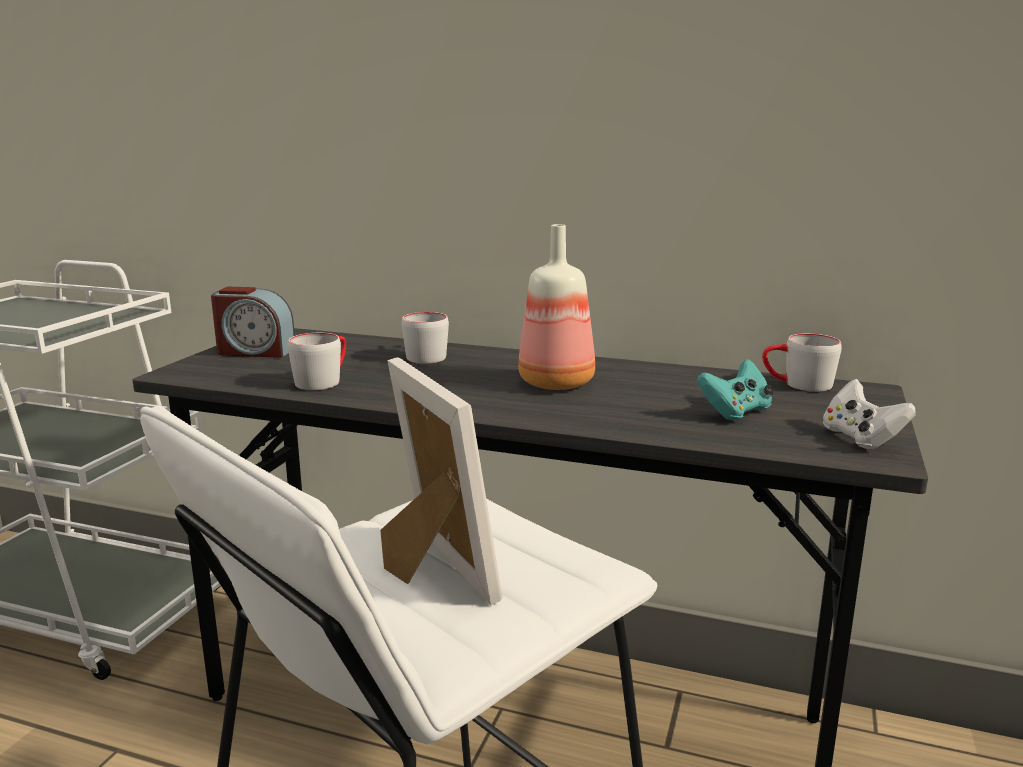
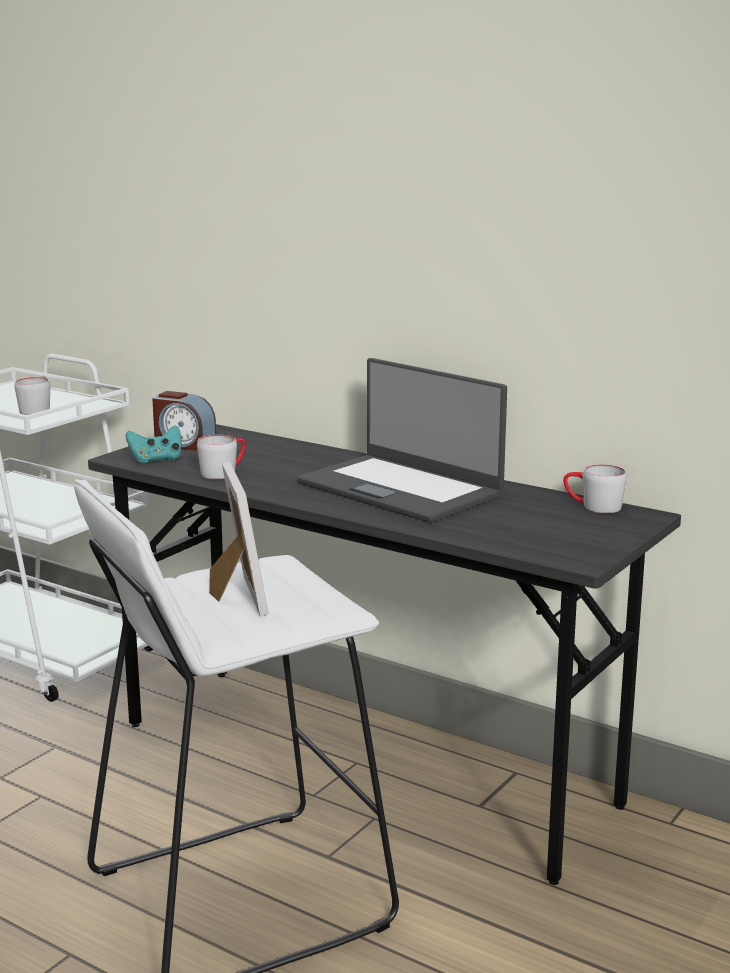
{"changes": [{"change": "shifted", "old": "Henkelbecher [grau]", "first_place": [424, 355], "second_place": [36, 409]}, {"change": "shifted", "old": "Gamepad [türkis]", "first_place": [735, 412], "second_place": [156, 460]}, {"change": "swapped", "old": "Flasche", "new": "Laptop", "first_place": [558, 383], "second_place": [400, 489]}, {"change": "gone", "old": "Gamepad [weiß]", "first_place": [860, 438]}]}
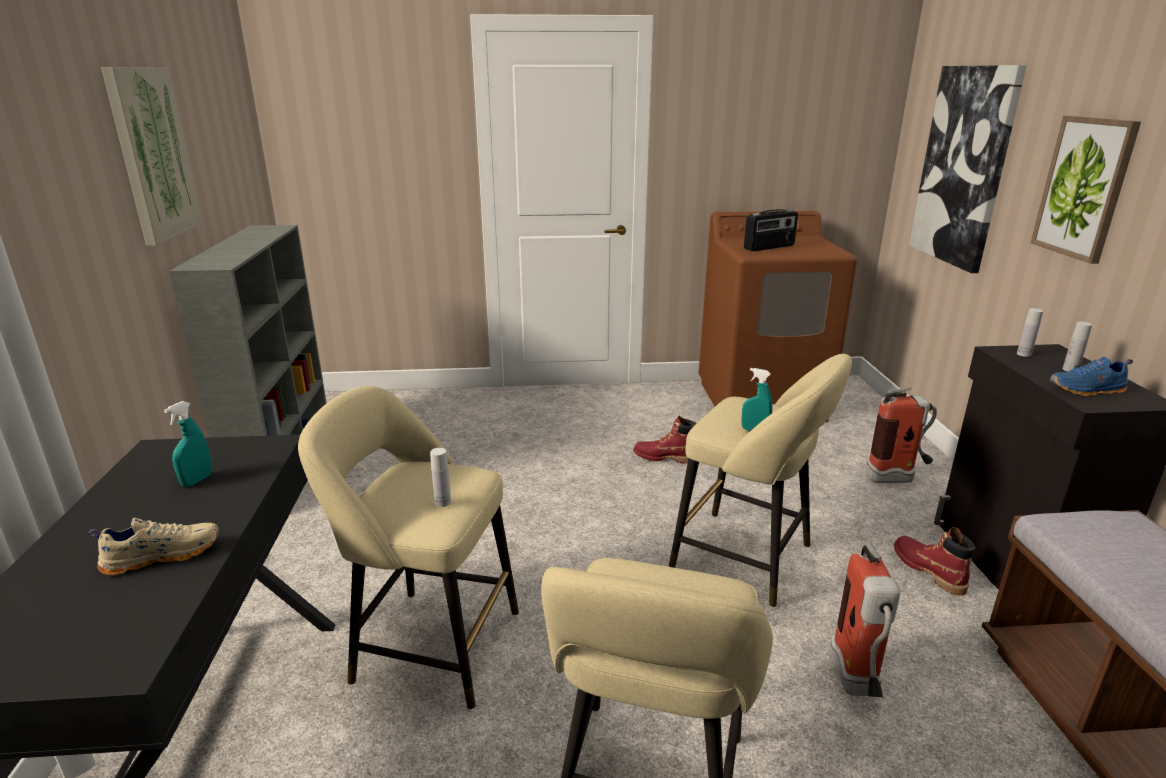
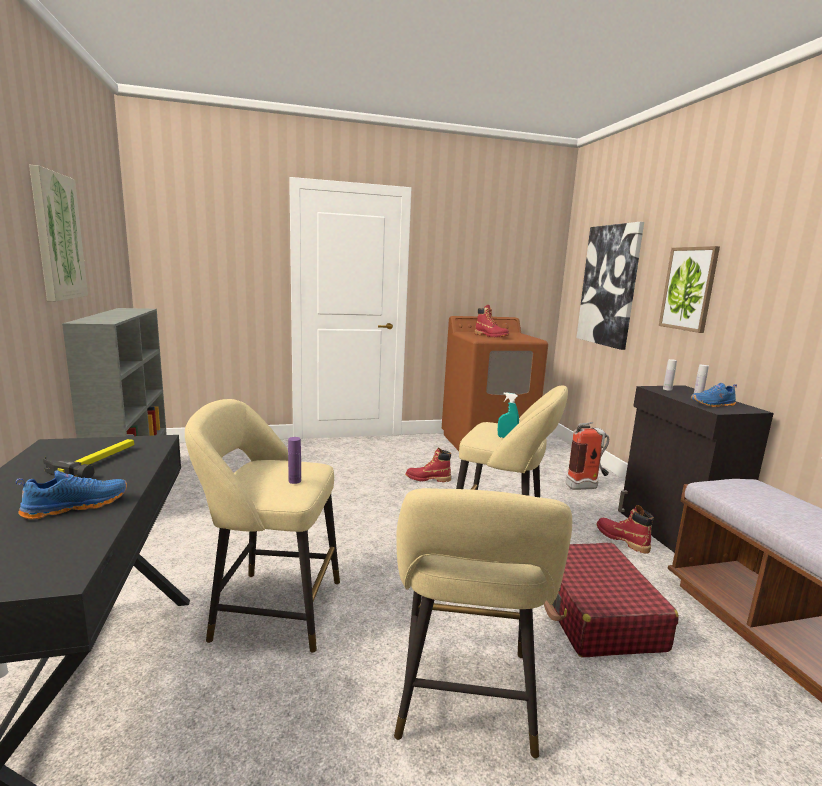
{"changes": [{"change": "repainted", "old": "Schuh [beige]", "new": "Schuh [blau]", "first_place": [163, 555], "second_place": [76, 506]}, {"change": "swapped", "old": "Sprühflasche [türkis]", "new": "Hammer", "first_place": [197, 480], "second_place": [96, 461]}, {"change": "repainted", "old": "Flasche [weiß]", "new": "Flasche [lila]", "first_place": [443, 502], "second_place": [294, 481]}, {"change": "swapped", "old": "Radio", "new": "Stiefel [rot]", "first_place": [769, 247], "second_place": [491, 336]}, {"change": "swapped", "old": "Feuerlöscher", "new": "Koffer [rot]", "first_place": [856, 685], "second_place": [595, 613]}]}
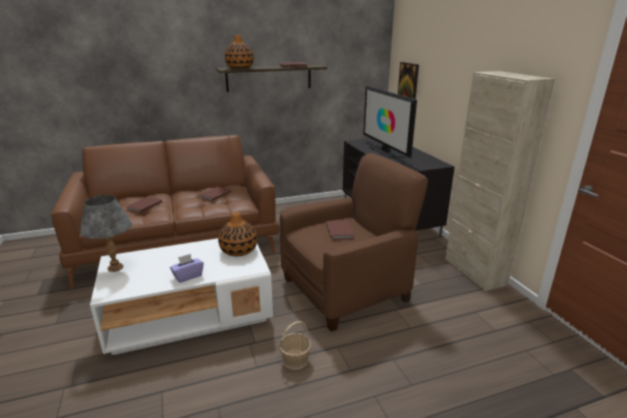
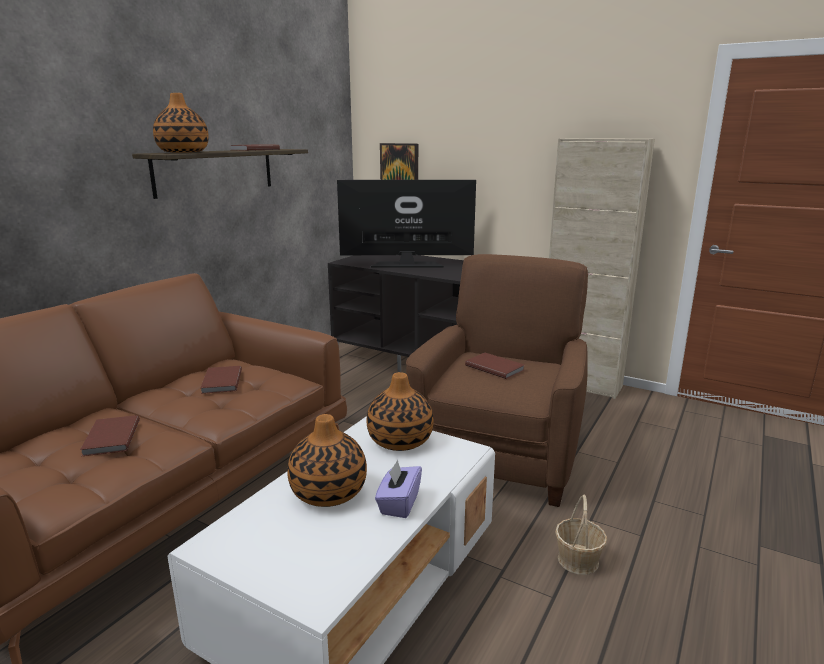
{"changes": [{"change": "new", "new": "Vase", "second_place": [328, 492]}, {"change": "rotated", "old": "Fernseher", "first_place": [385, 151], "second_place": [406, 264], "degrees": 150}, {"change": "gone", "old": "Tischlampe [grau]", "first_place": [115, 268]}]}
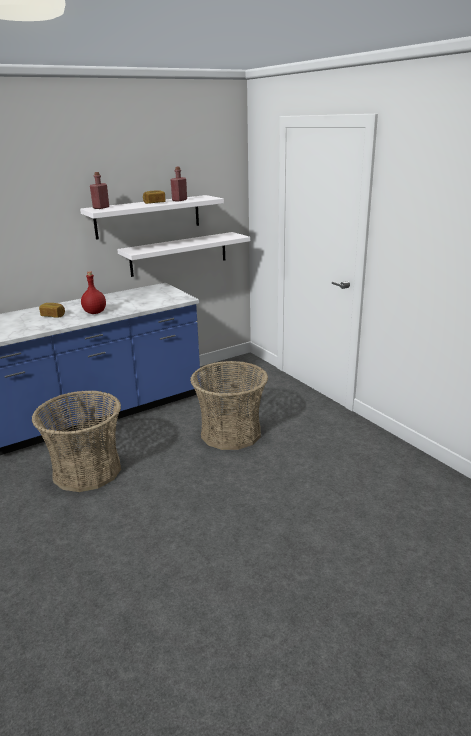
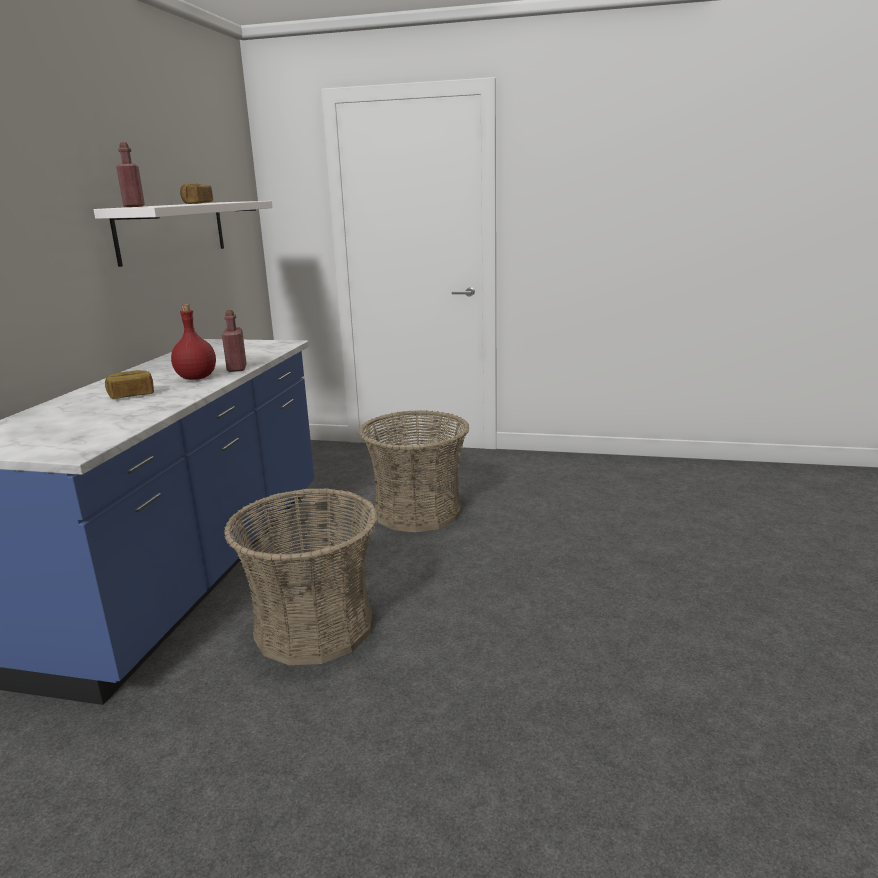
{"changes": [{"change": "shifted", "old": "Flasche [rot]", "first_place": [179, 200], "second_place": [237, 368]}, {"change": "gone", "old": "Wandregal [weiß]", "first_place": [179, 254]}]}
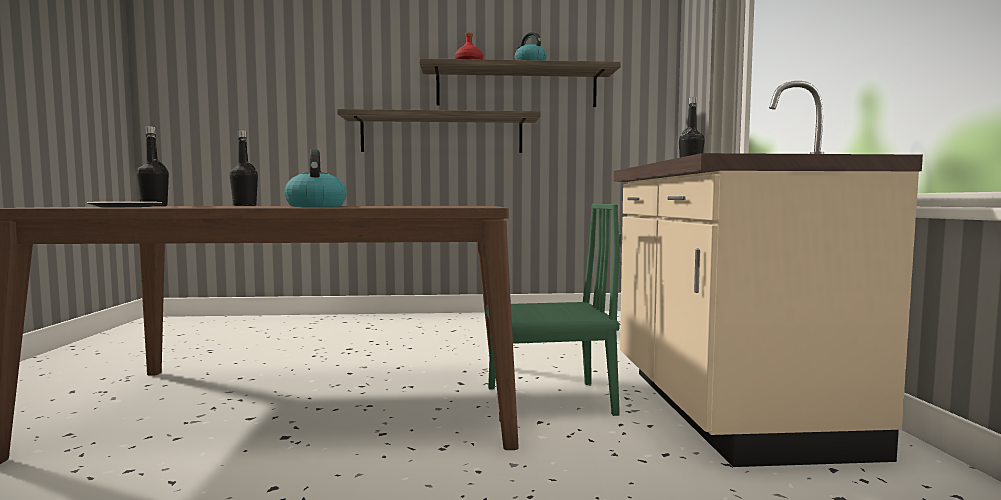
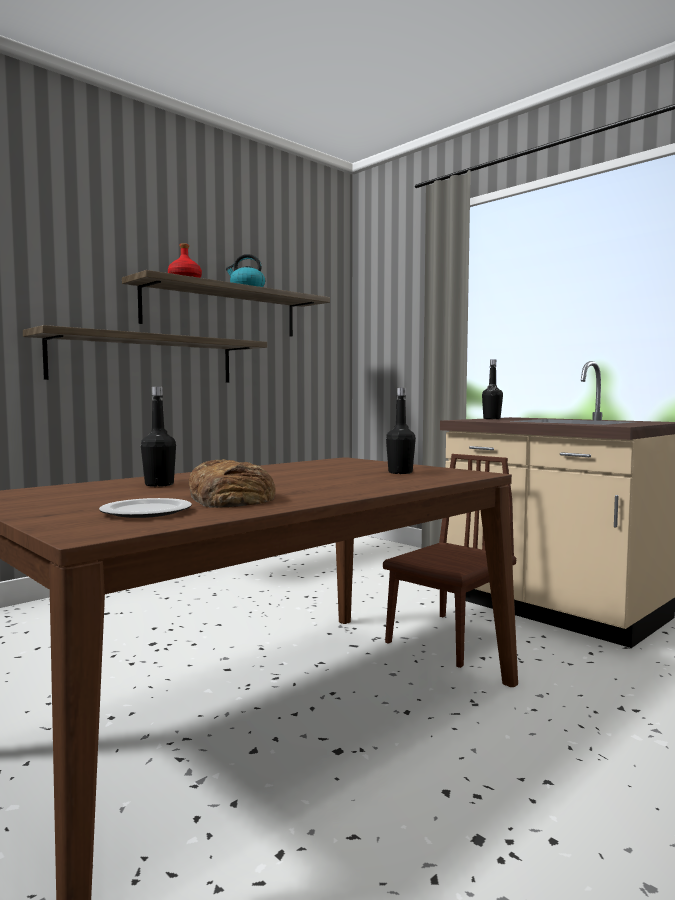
{"changes": [{"change": "new", "new": "Brot", "second_place": [229, 498]}, {"change": "repainted", "old": "Stuhl [grün]", "new": "Stuhl [braun]", "first_place": [549, 401], "second_place": [450, 639]}, {"change": "shifted", "old": "Flasche [schwarz]", "first_place": [154, 206], "second_place": [400, 472]}, {"change": "gone", "old": "Wasserkessel", "first_place": [316, 206]}]}
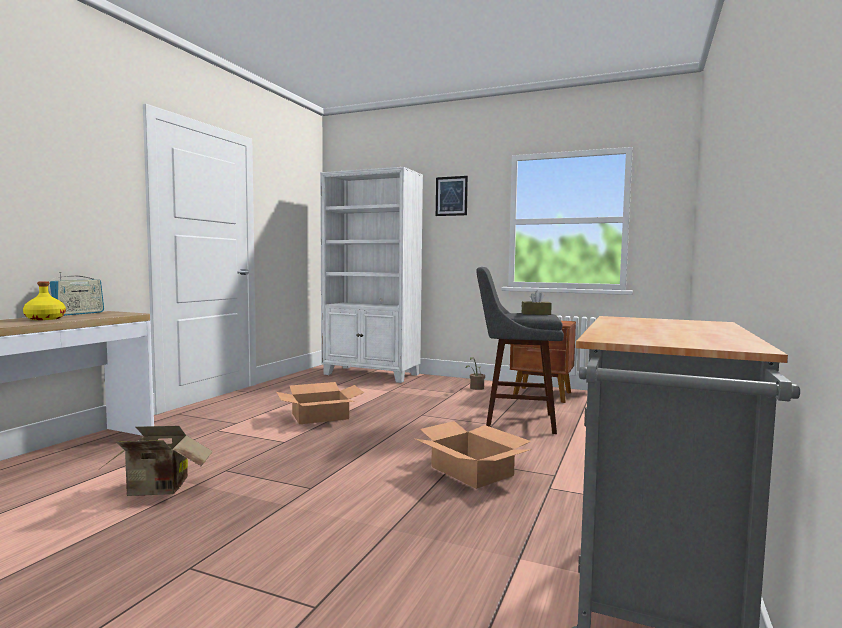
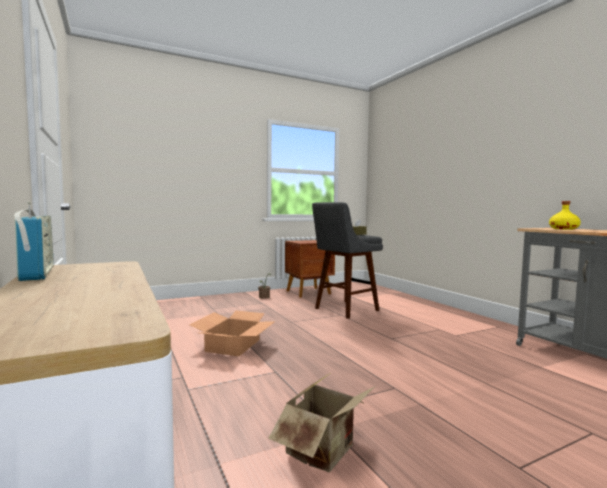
{"changes": [{"change": "shifted", "old": "Flasche [gelb]", "first_place": [44, 319], "second_place": [564, 229]}, {"change": "gone", "old": "Bücherregal [weiß]", "first_place": [371, 374]}, {"change": "gone", "old": "Karton", "first_place": [472, 471]}, {"change": "gone", "old": "Bild", "first_place": [451, 196]}]}
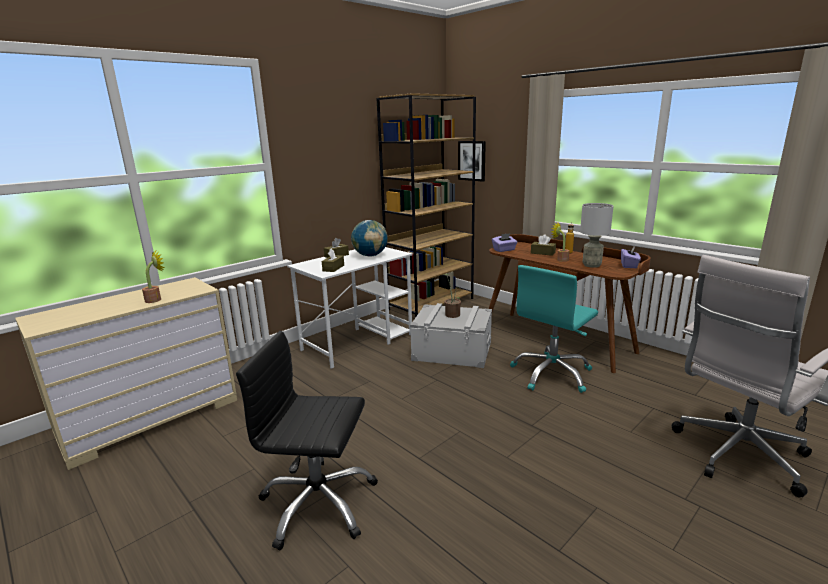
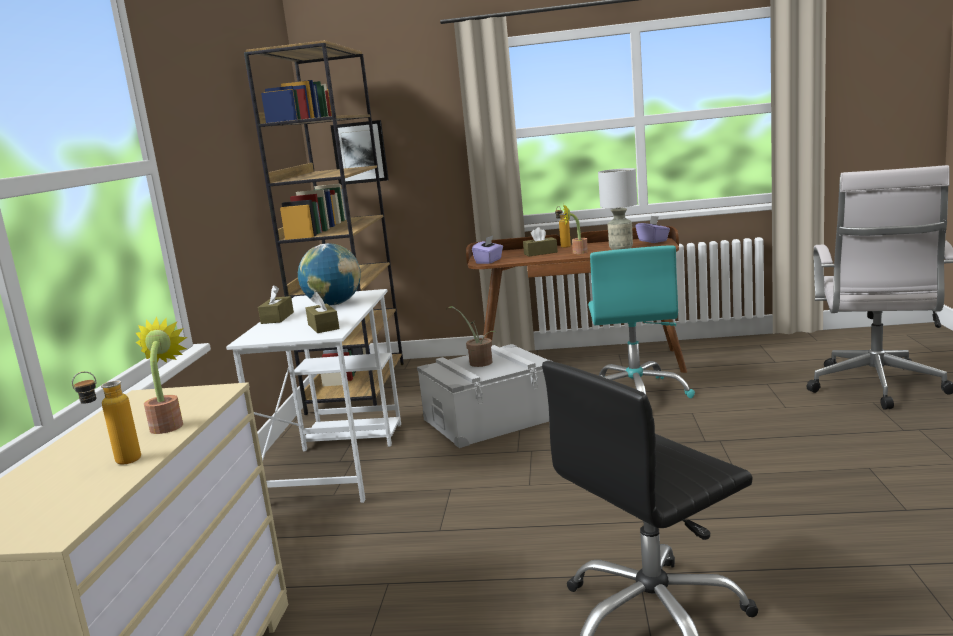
{"changes": [{"change": "new", "new": "Flasche", "second_place": [117, 463]}]}
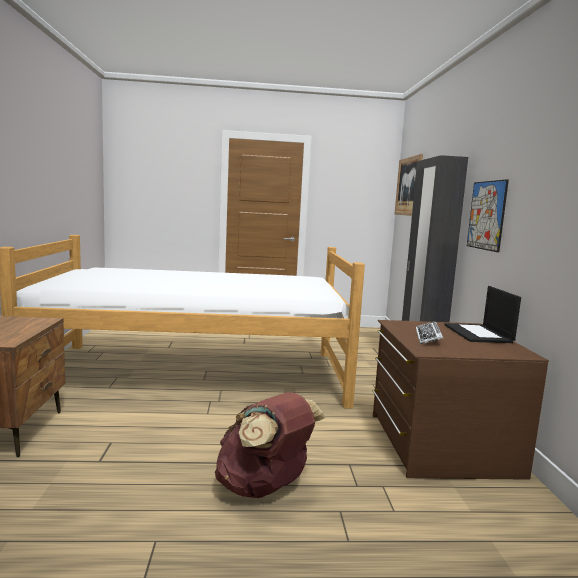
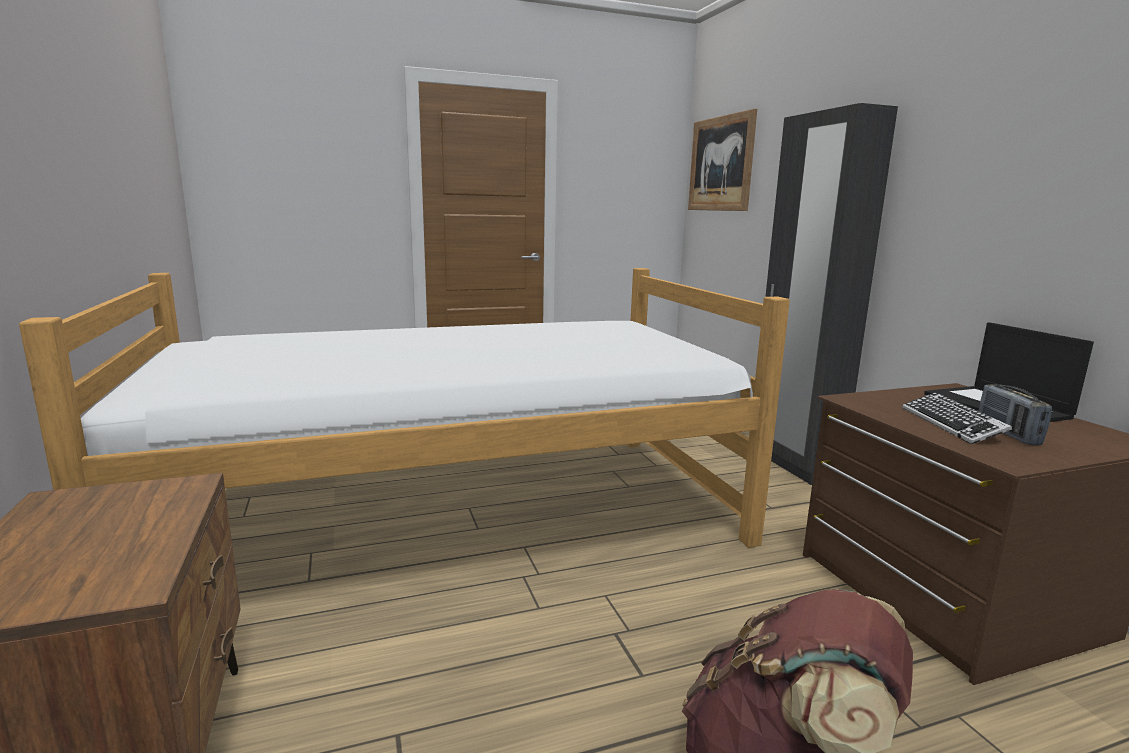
{"changes": [{"change": "new", "new": "Radio", "second_place": [1007, 433]}, {"change": "gone", "old": "Bild", "first_place": [486, 215]}]}
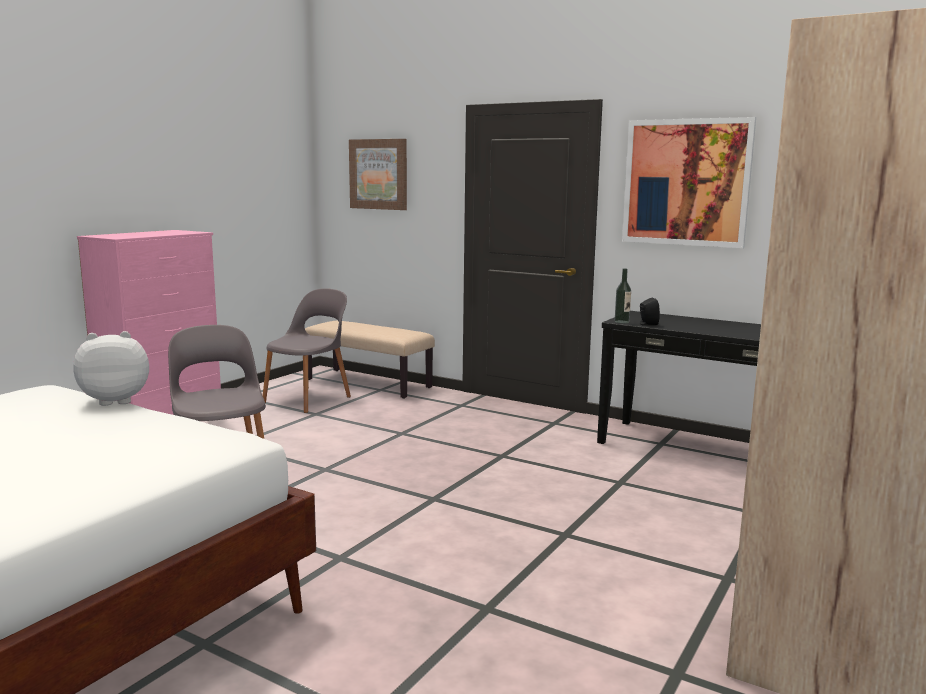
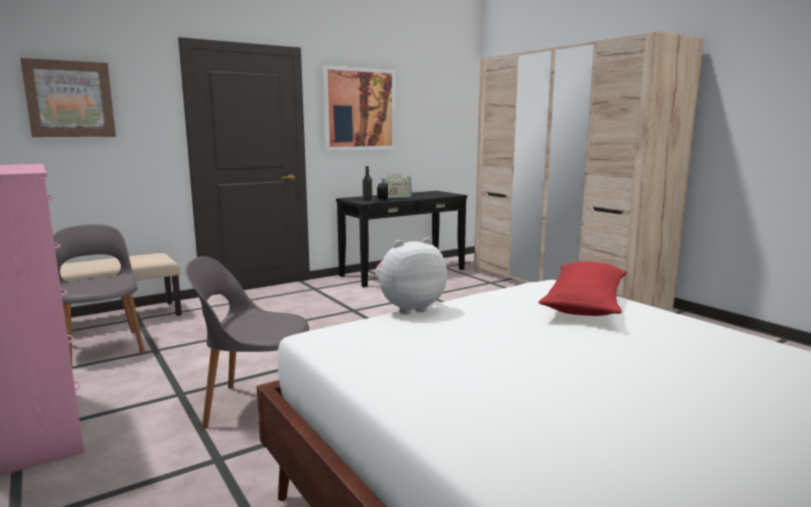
{"changes": [{"change": "rotated", "old": "Plüschtier", "first_place": [116, 400], "second_place": [408, 308], "degrees": 60}, {"change": "new", "new": "Radio", "second_place": [396, 197]}, {"change": "new", "new": "Kissen [rot]", "second_place": [585, 303]}]}
